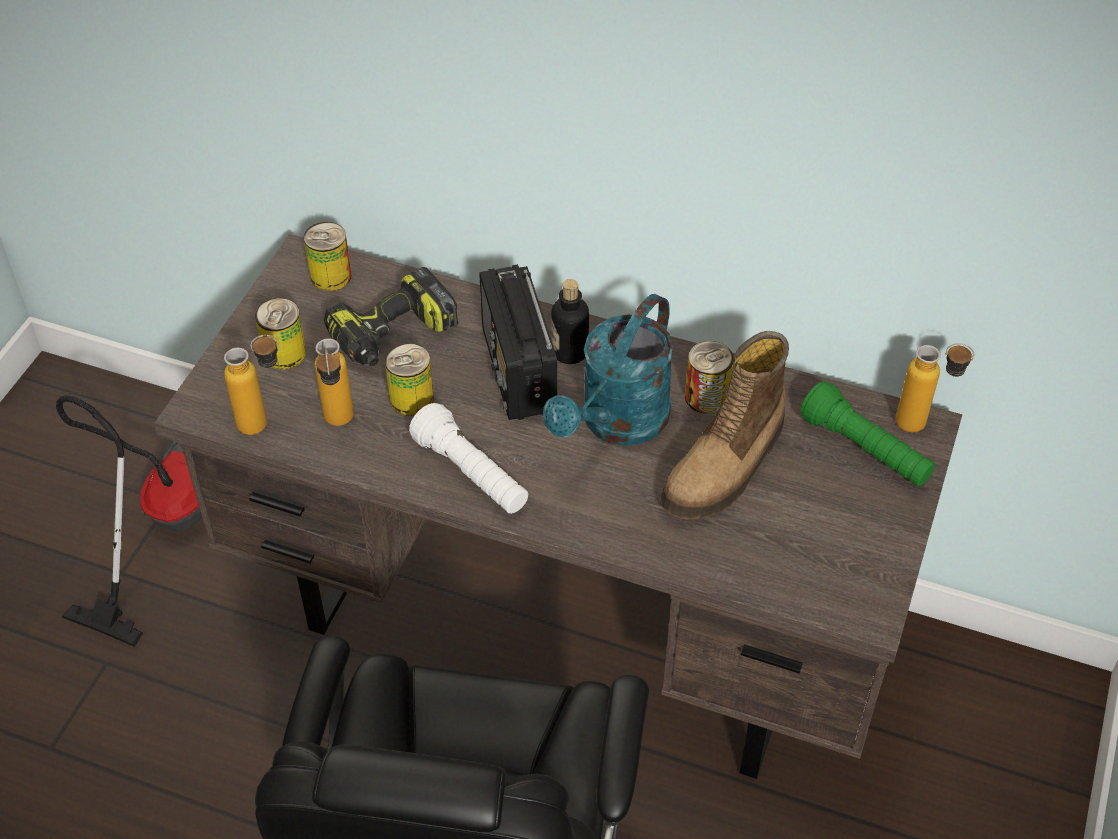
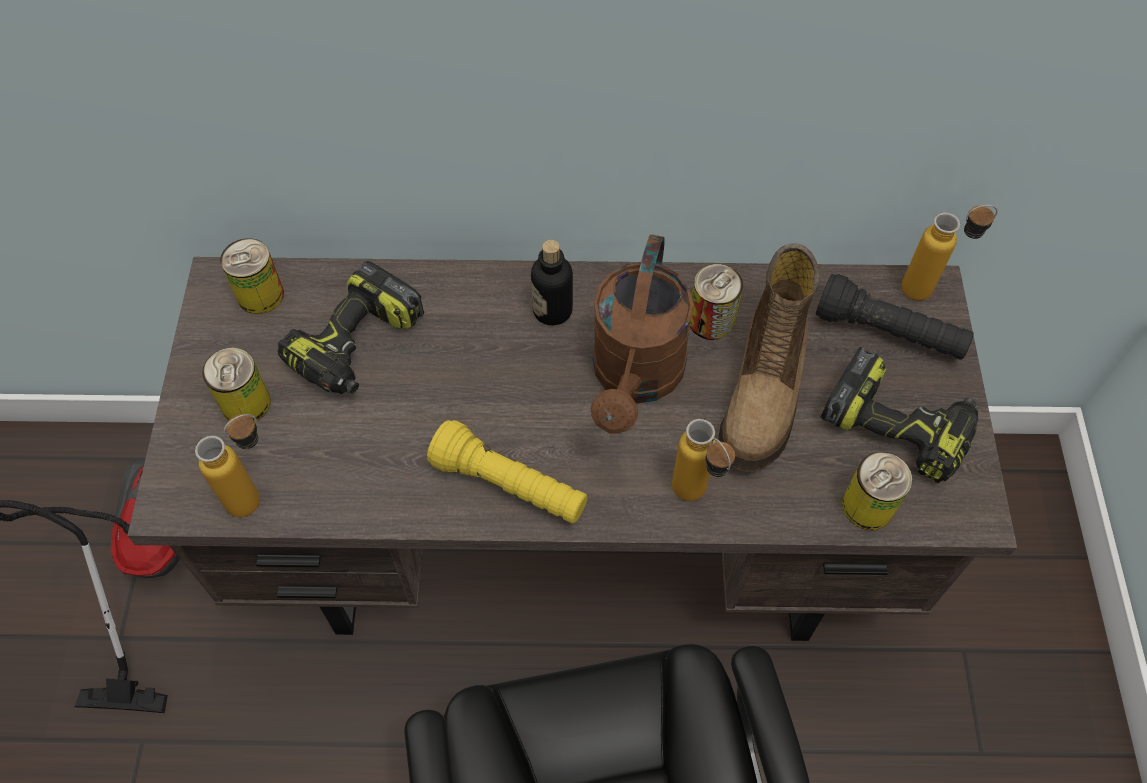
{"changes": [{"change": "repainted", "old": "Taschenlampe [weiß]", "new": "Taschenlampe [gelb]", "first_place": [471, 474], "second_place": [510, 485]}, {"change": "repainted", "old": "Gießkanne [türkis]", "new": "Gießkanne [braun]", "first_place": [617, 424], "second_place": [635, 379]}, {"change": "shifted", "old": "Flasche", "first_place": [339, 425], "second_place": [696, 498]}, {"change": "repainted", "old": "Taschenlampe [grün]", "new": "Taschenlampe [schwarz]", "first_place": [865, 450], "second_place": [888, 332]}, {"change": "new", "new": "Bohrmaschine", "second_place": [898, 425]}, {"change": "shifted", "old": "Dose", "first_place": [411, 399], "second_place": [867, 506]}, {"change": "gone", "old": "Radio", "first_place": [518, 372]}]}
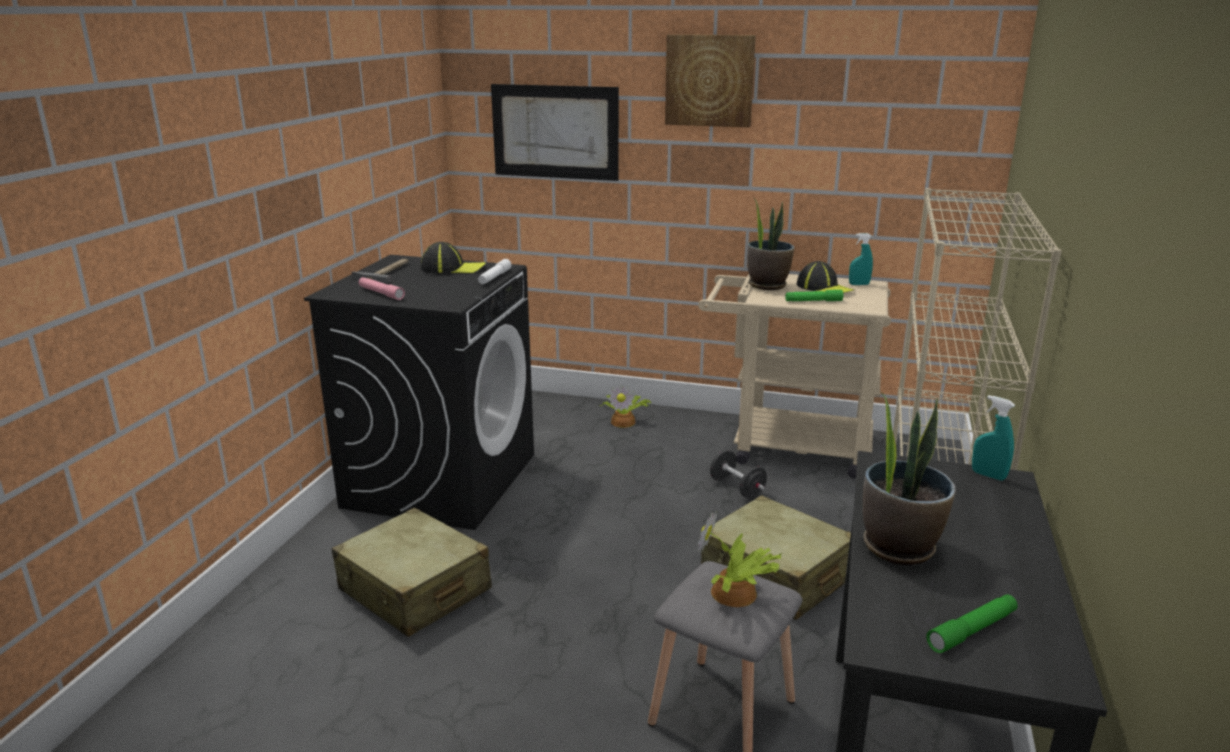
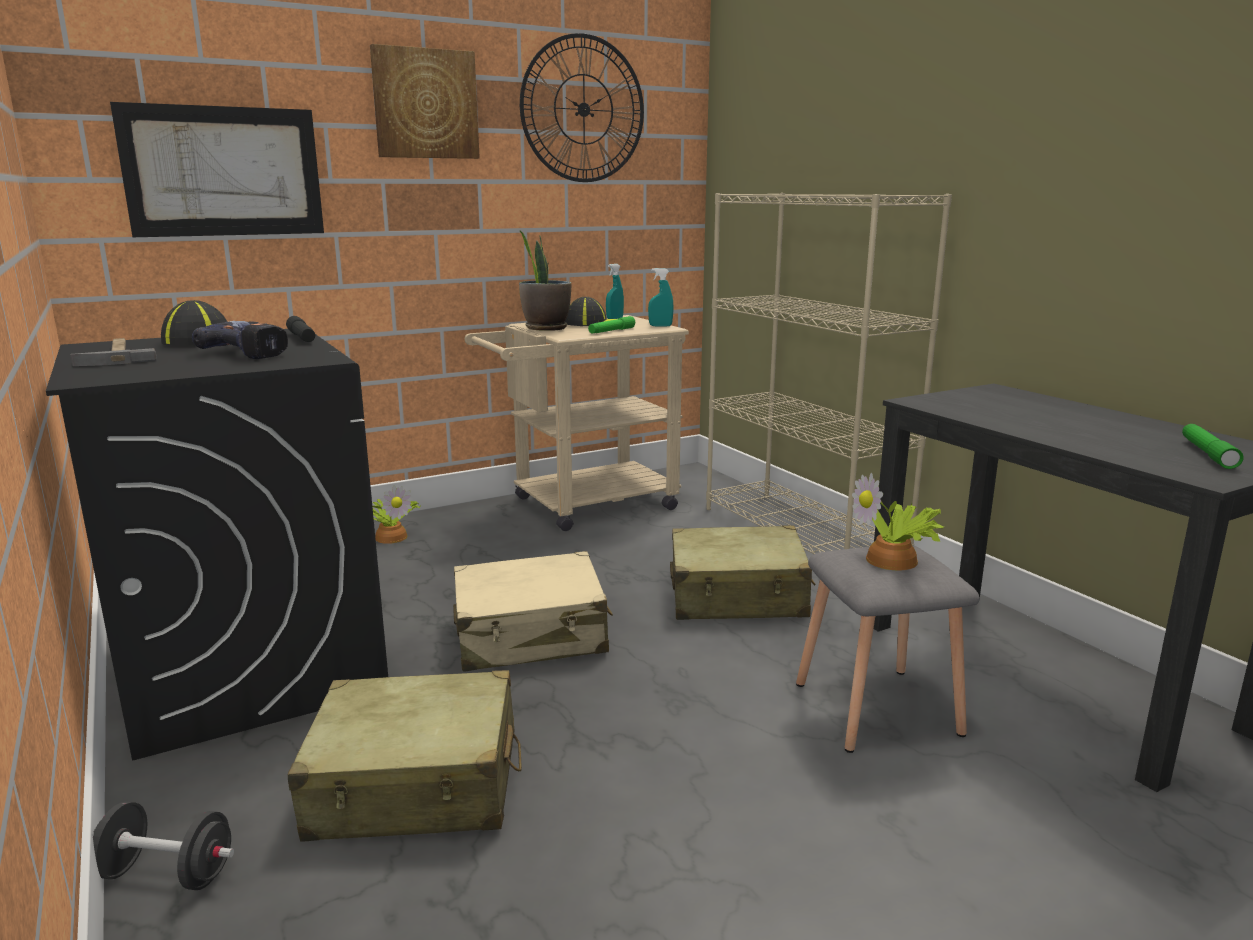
{"changes": [{"change": "shifted", "old": "Hantel [schwarz]", "first_place": [737, 488], "second_place": [167, 874]}, {"change": "new", "new": "Bohrmaschine", "second_place": [254, 352]}, {"change": "repainted", "old": "Taschenlampe [weiß]", "new": "Taschenlampe [schwarz]", "first_place": [494, 277], "second_place": [302, 337]}, {"change": "new", "new": "Koffer [beige]", "second_place": [531, 635]}, {"change": "new", "new": "Wanduhr", "second_place": [583, 109]}, {"change": "shifted", "old": "Sprühflasche [türkis]", "first_place": [988, 475], "second_place": [660, 326]}, {"change": "gone", "old": "Taschenlampe [rosa]", "first_place": [381, 293]}, {"change": "gone", "old": "Topfpflanze", "first_place": [898, 546]}]}
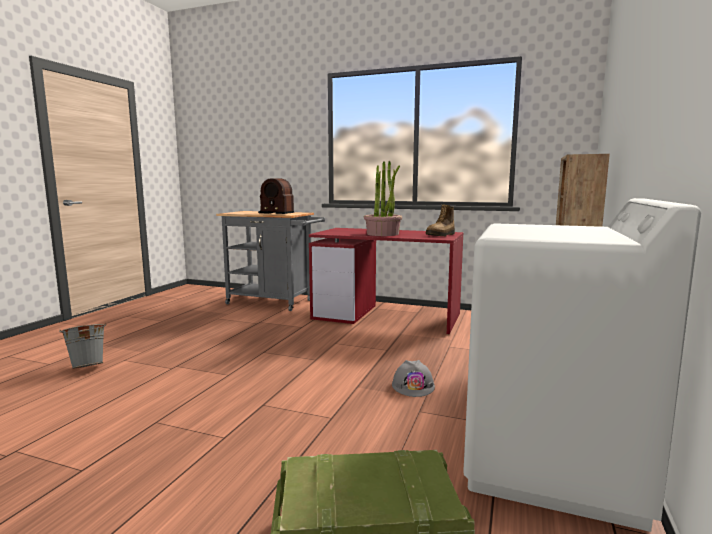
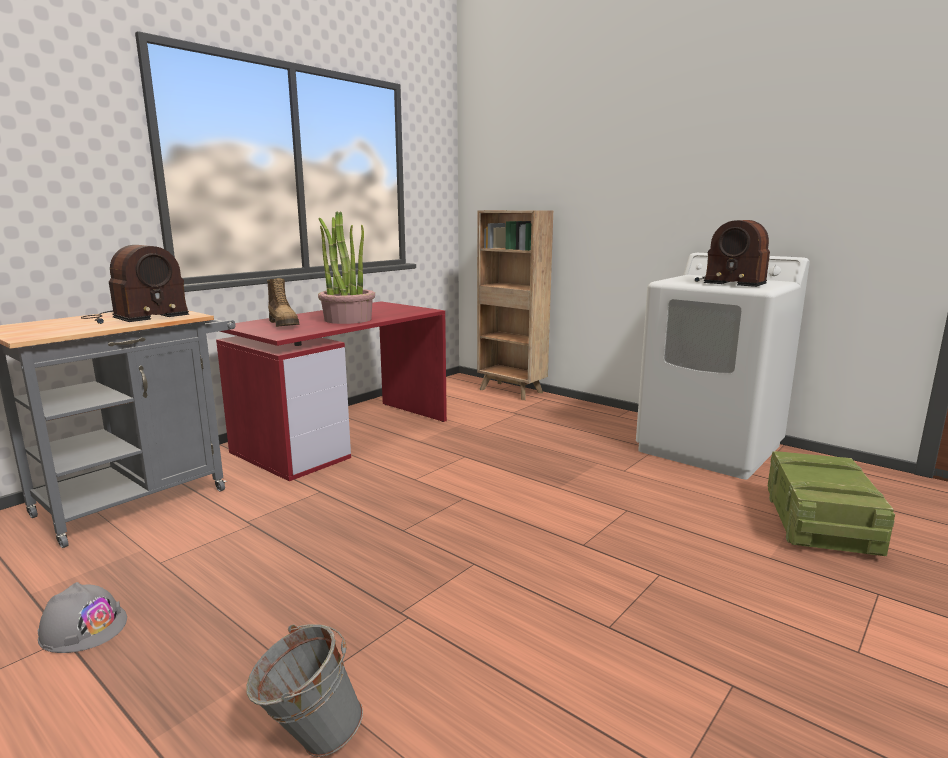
{"changes": [{"change": "shifted", "old": "Schutzhelm [grau]", "first_place": [413, 386], "second_place": [84, 628]}, {"change": "shifted", "old": "Stiefel", "first_place": [441, 235], "second_place": [284, 324]}, {"change": "new", "new": "Radio", "second_place": [729, 283]}]}
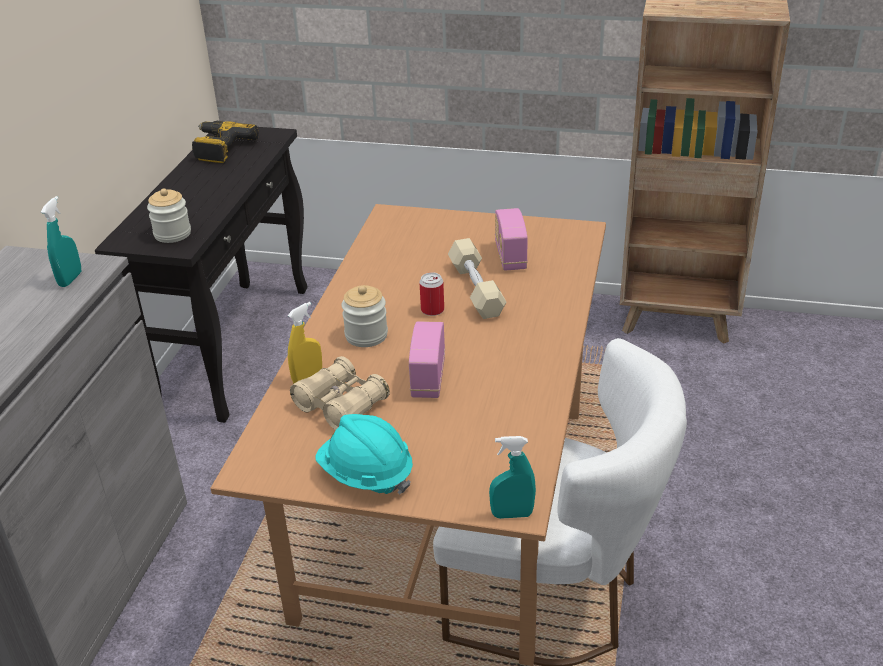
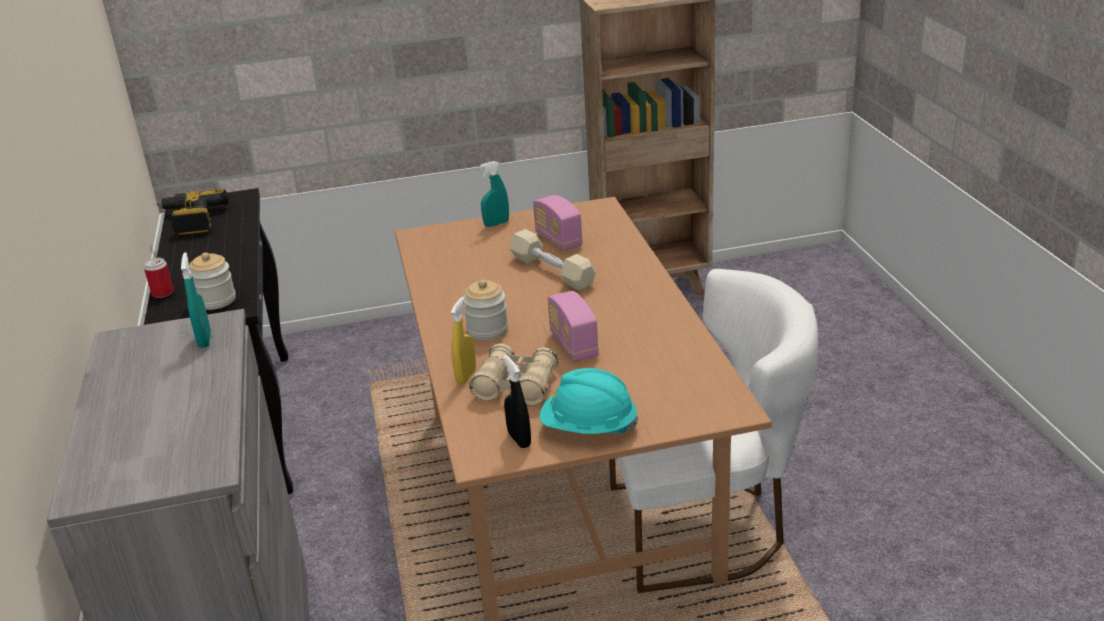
{"changes": [{"change": "shifted", "old": "Dose", "first_place": [432, 310], "second_place": [163, 293]}, {"change": "shifted", "old": "Sprühflasche [türkis]", "first_place": [512, 514], "second_place": [496, 224]}, {"change": "new", "new": "Sprühflasche [schwarz]", "second_place": [519, 439]}]}
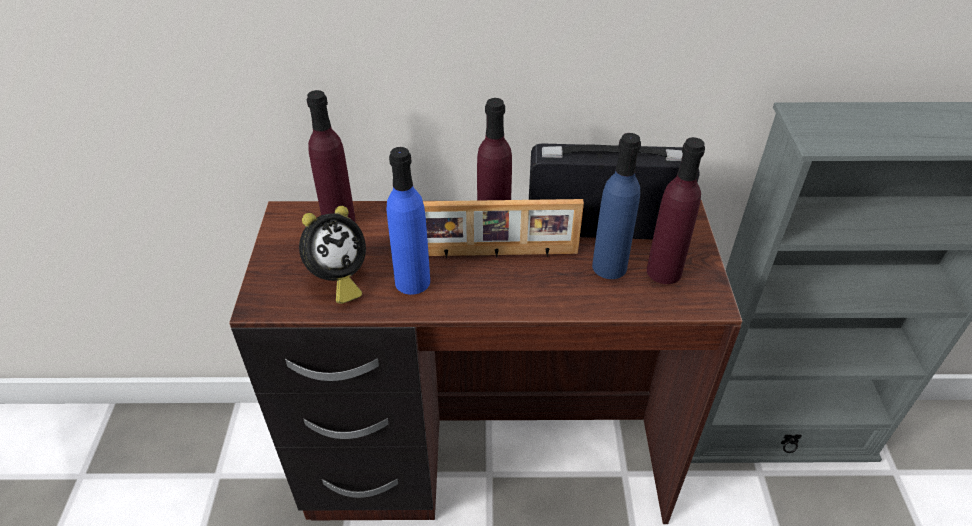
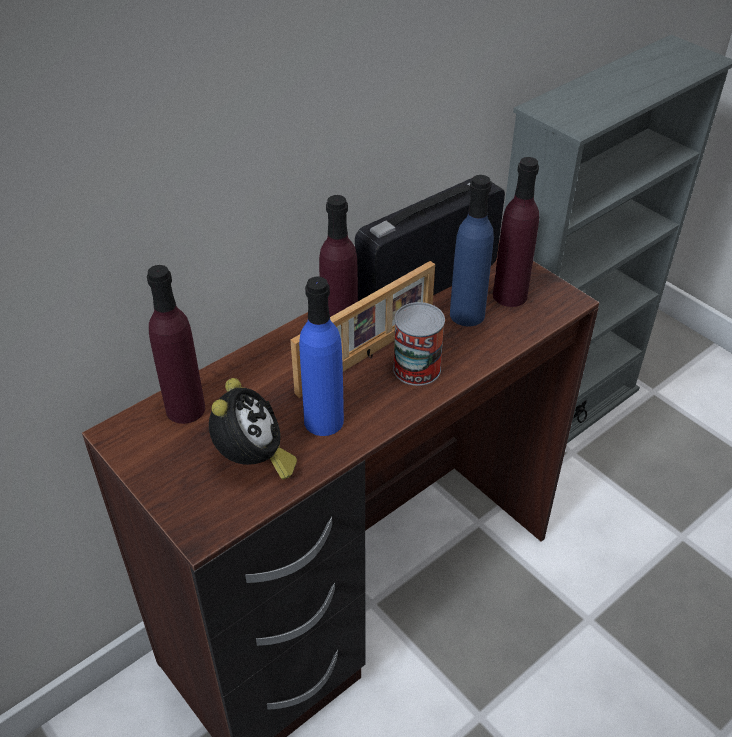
{"changes": [{"change": "new", "new": "Dose", "second_place": [417, 368]}]}
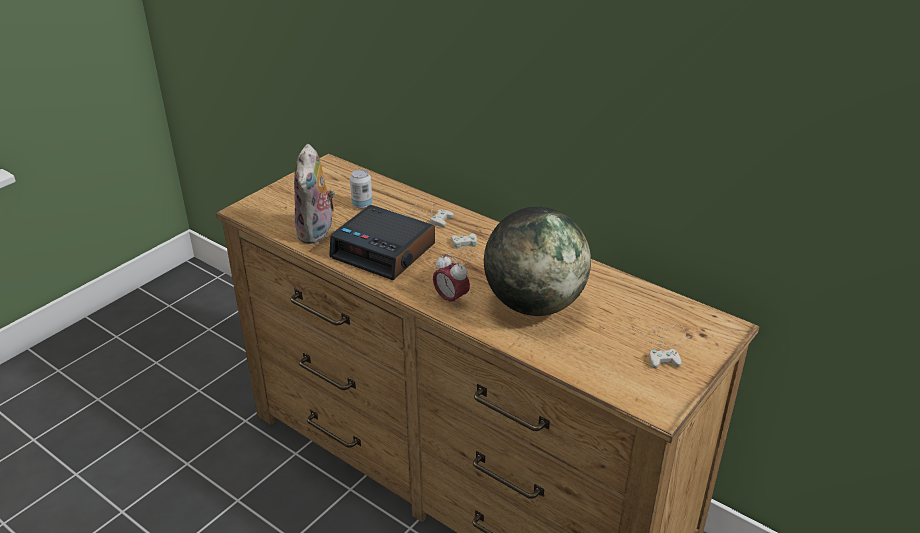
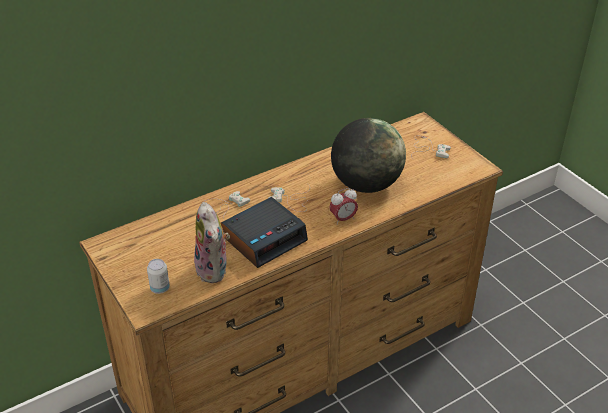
{"changes": [{"change": "shifted", "old": "Dose", "first_place": [362, 205], "second_place": [160, 288]}, {"change": "rotated", "old": "Plüschtier", "first_place": [317, 233], "second_place": [214, 270], "degrees": 45}]}
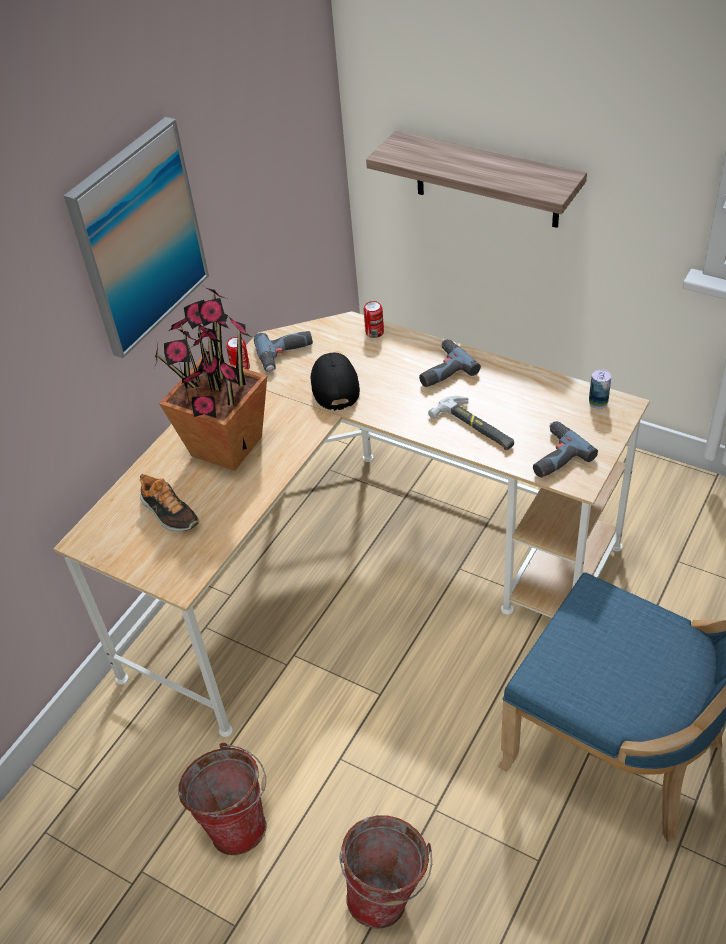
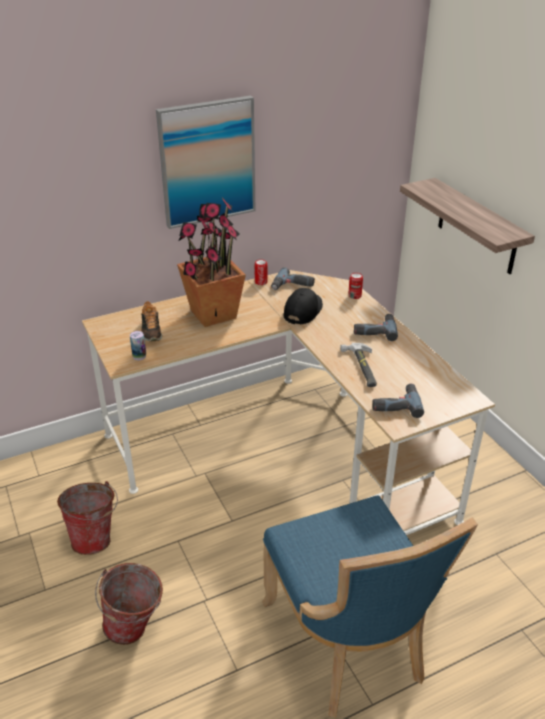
{"changes": [{"change": "shifted", "old": "Dose", "first_place": [598, 403], "second_place": [139, 356]}]}
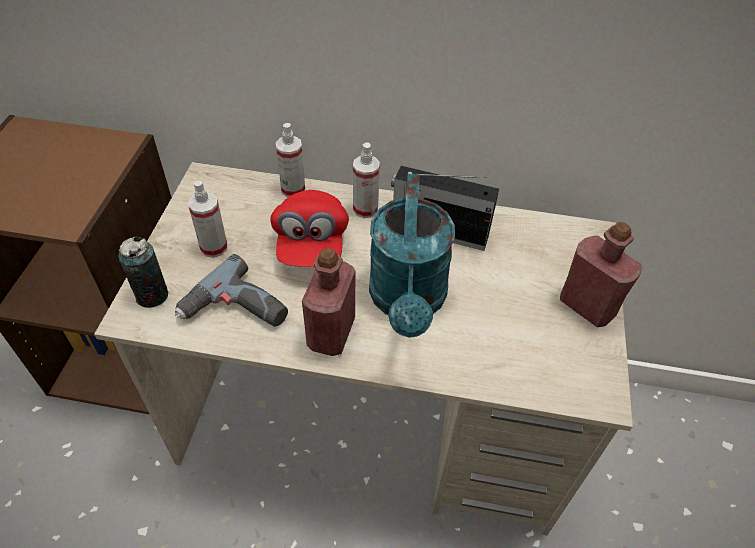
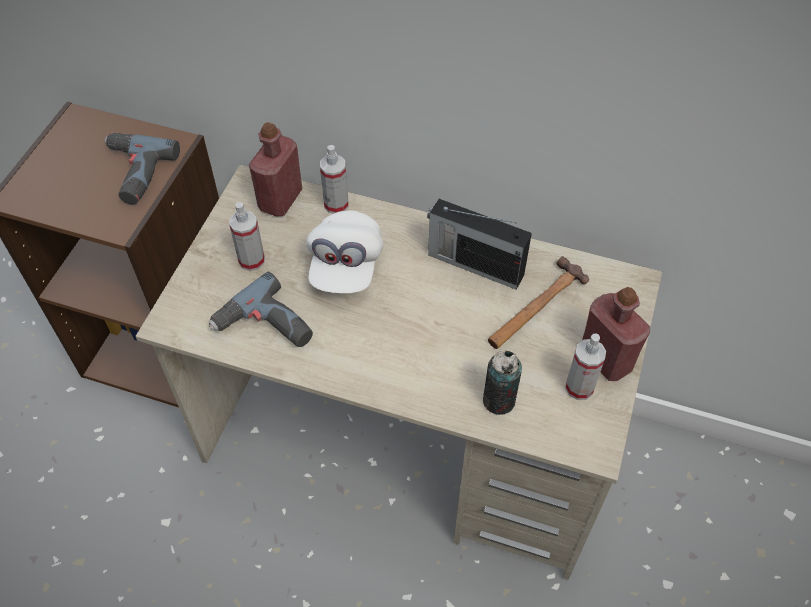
{"changes": [{"change": "new", "new": "Bohrmaschine", "second_place": [132, 173]}, {"change": "shifted", "old": "Flasche [rot]", "first_place": [331, 333], "second_place": [280, 199]}, {"change": "repainted", "old": "Kappe [rot]", "new": "Kappe [weiß]", "first_place": [311, 244], "second_place": [345, 265]}, {"change": "shifted", "old": "Dose", "first_place": [152, 295], "second_place": [499, 401]}, {"change": "new", "new": "Hammer", "second_place": [535, 307]}, {"change": "shifted", "old": "Sprühflasche", "first_place": [365, 209], "second_place": [579, 387]}, {"change": "gone", "old": "Gießkanne [türkis]", "first_place": [408, 302]}]}
